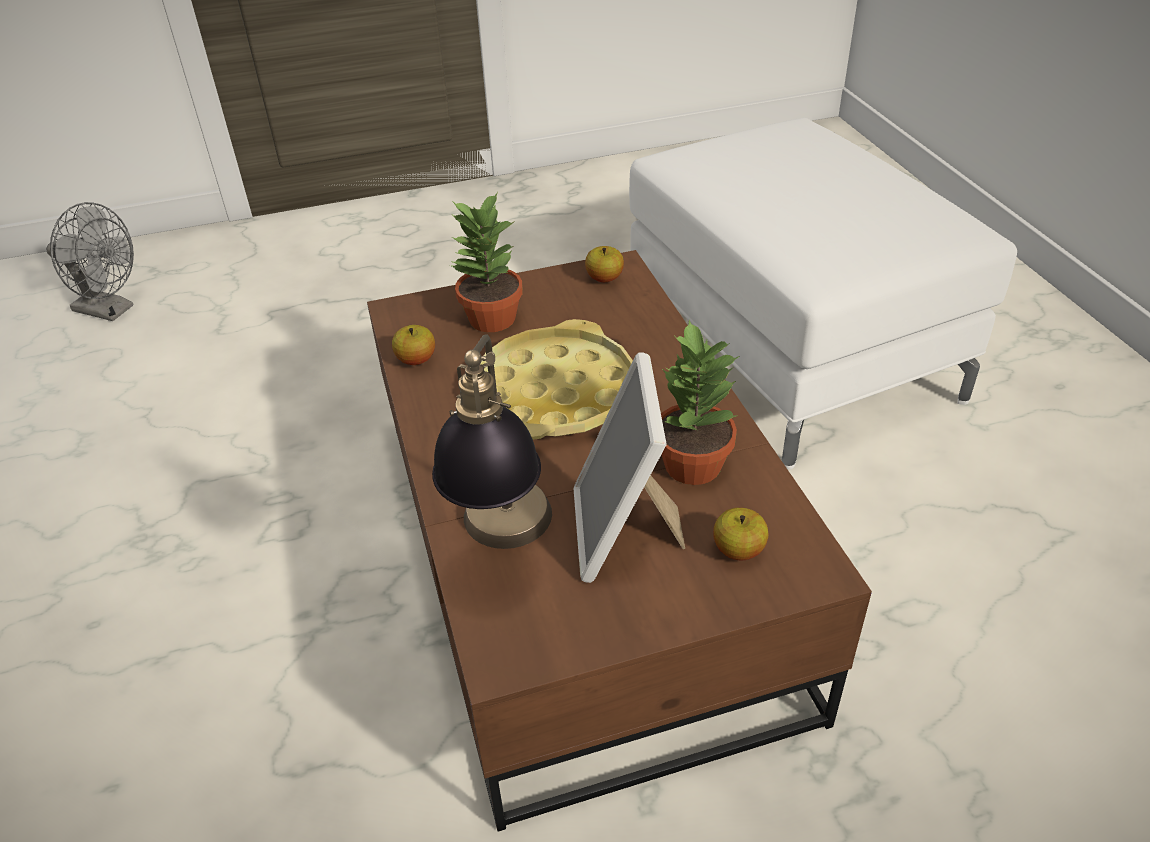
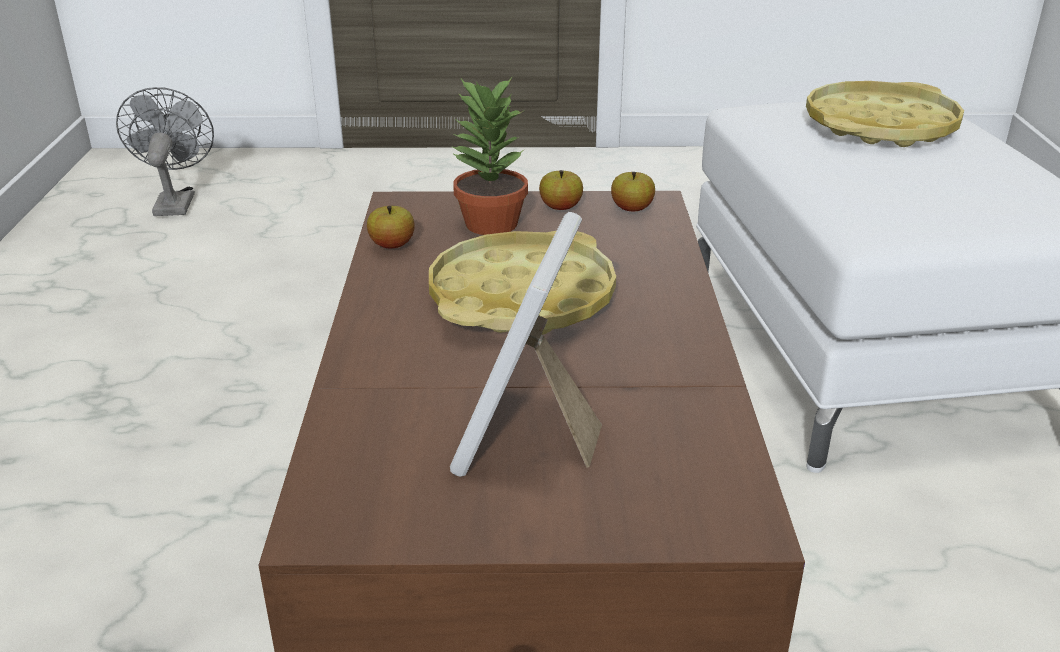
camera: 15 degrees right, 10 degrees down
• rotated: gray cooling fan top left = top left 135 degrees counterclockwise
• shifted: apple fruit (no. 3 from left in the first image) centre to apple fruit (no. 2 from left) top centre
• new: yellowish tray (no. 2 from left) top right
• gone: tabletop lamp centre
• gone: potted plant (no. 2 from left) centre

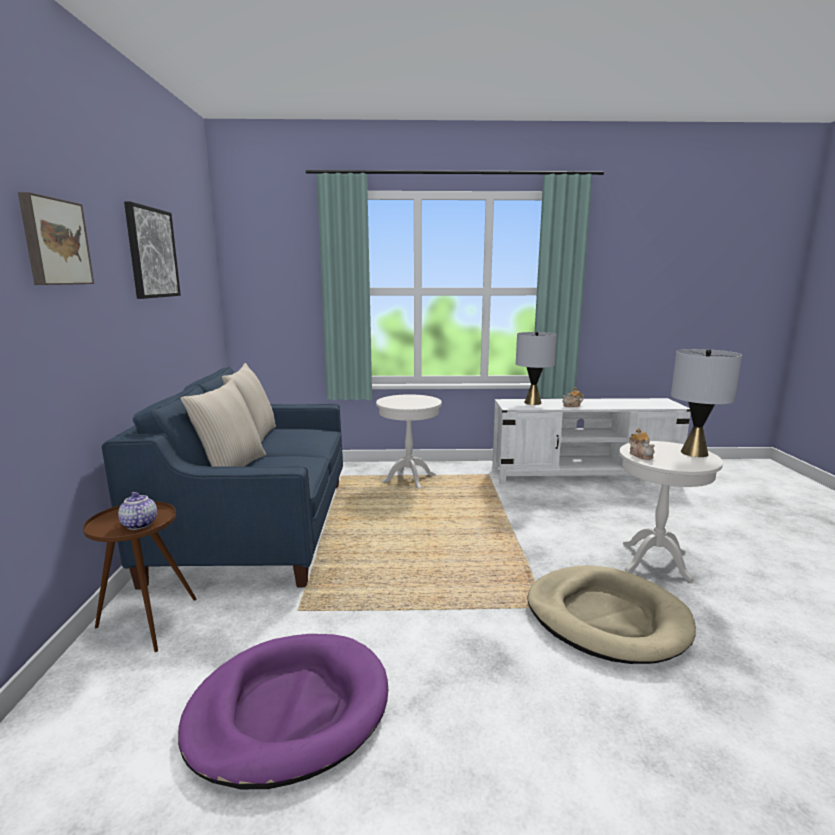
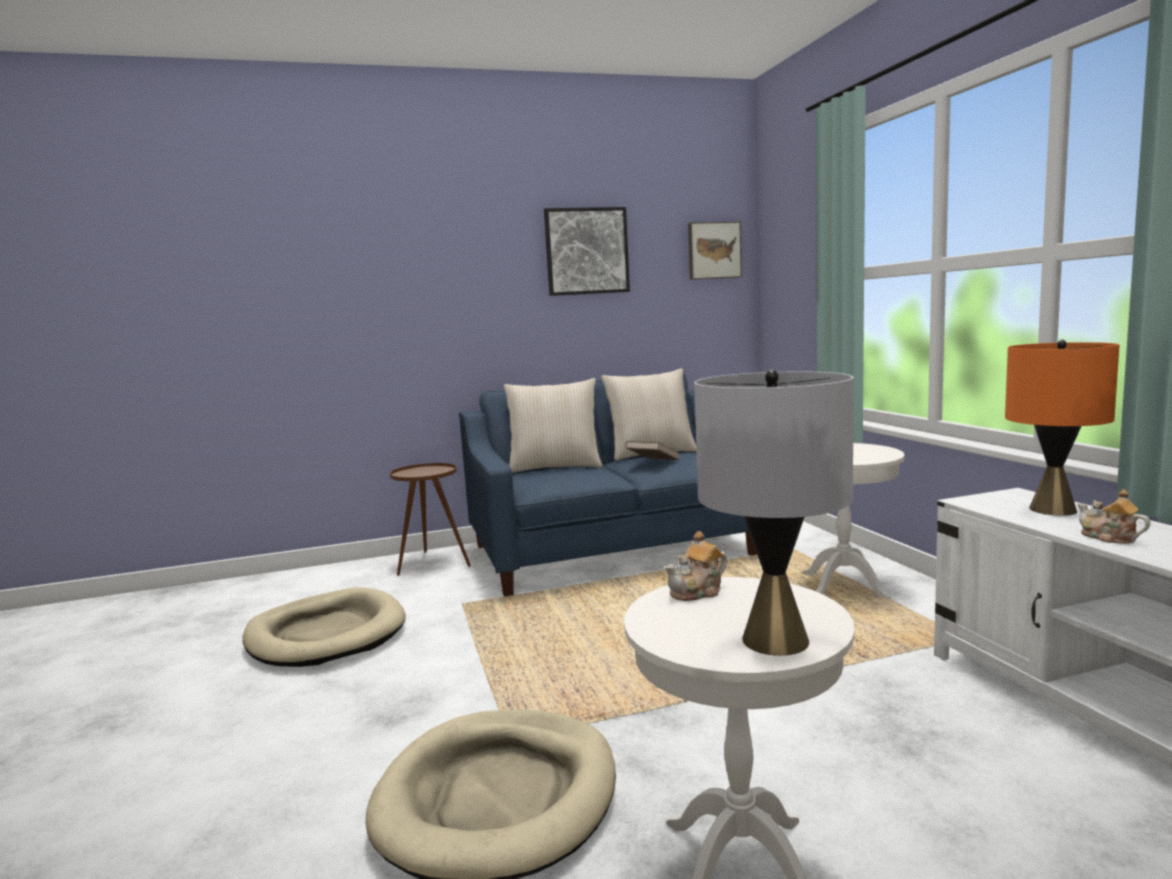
camera: 75 degrees right, 5 degrees down
• repainted: purple pet bed bottom centre to beige pet bed (no. 1 from left) bottom left
• new: brown-coloured volume centre
• shifted: wall art (no. 1 from left in the first image) top left to wall art (no. 2 from left) top centre
• repainted: gray tabletop lamp (no. 1 from left) centre to orange-coloured tabletop lamp middle right
• gone: tea pot (no. 1 from left) middle left

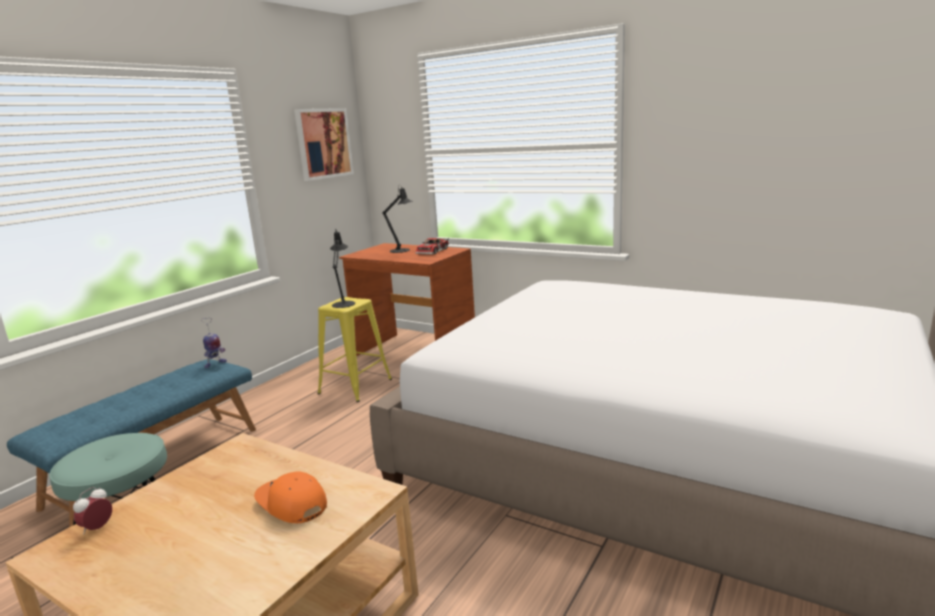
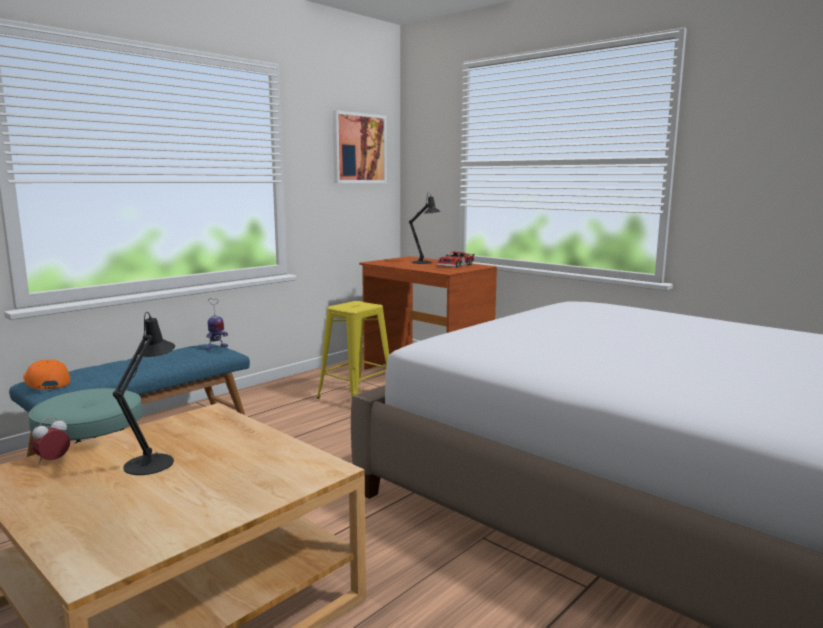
camera: 10 degrees right, 5 degrees down
• shifted: orange-coloured baseball cap bottom left to middle left
• shifted: black-coloured tabletop lamp (no. 1 from left) centre to middle left

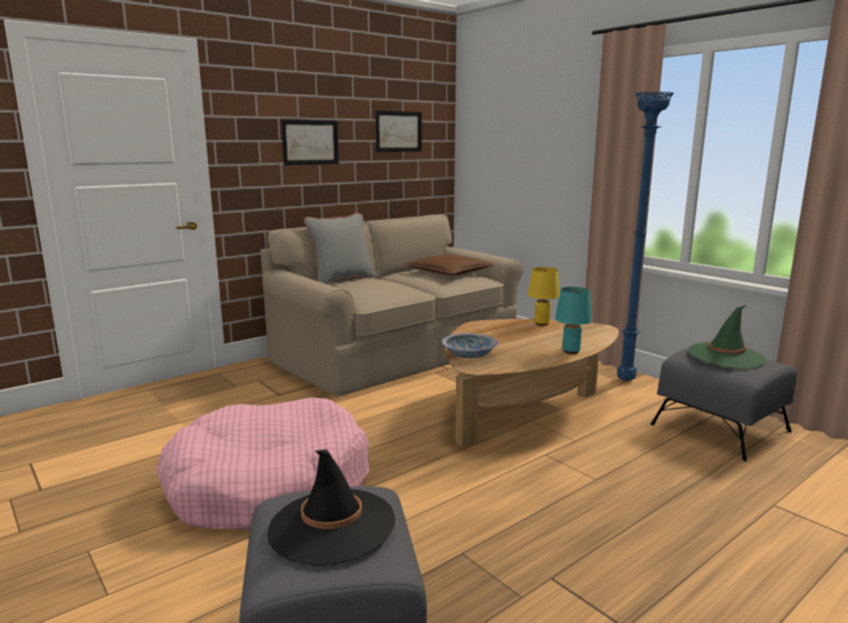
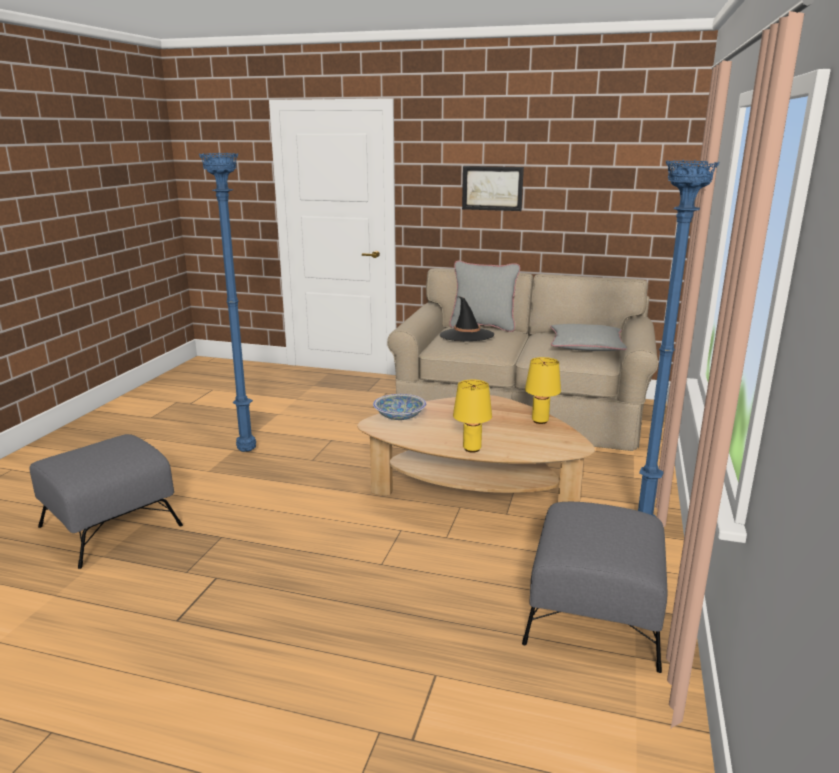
camera: 55 degrees right, 5 degrees up
• swapped: pink pet bed bottom left to blue-coloured floor lamp (no. 1 from left) middle left
• shifted: black-coloured hat bottom centre to centre
• repainted: turquoise-coloured tabletop lamp middle right to yellowish tabletop lamp (no. 1 from left) centre
• repainted: brown-coloured pillow centre to gray pillow (no. 2 from left) middle right
• gone: wall art (no. 2 from left) top centre
• gone: green hat middle right

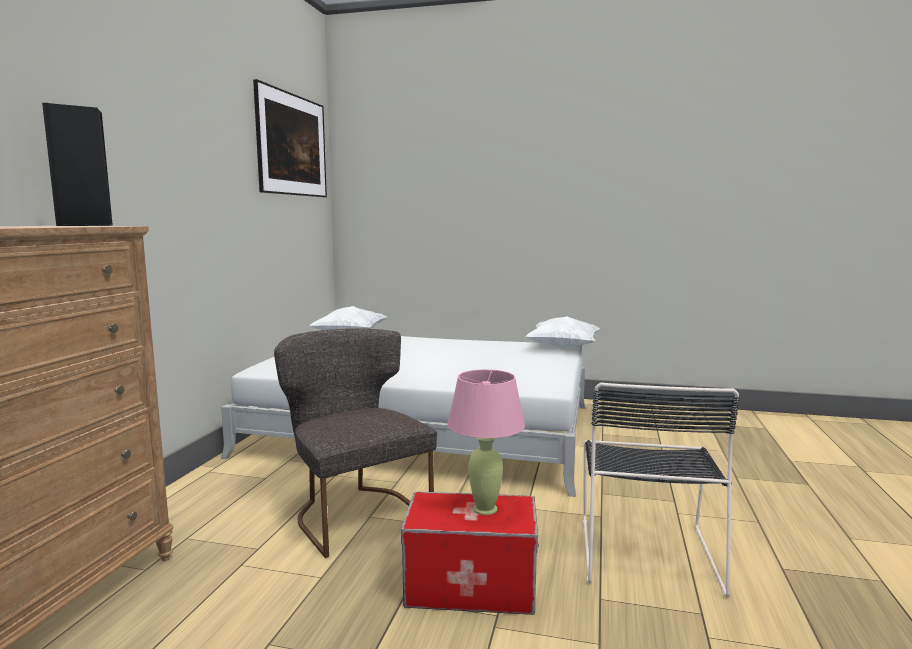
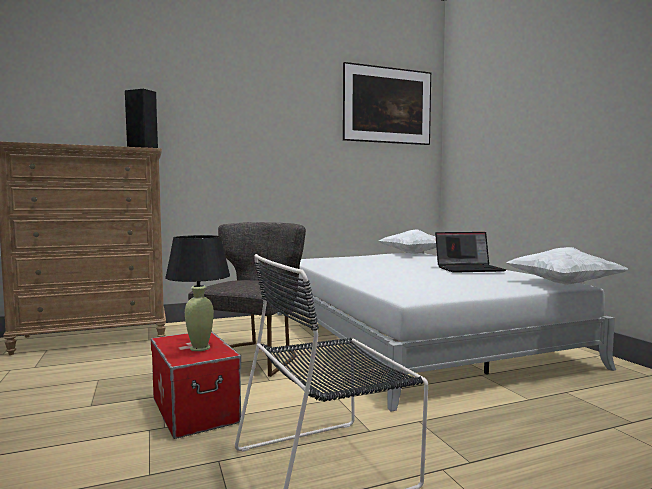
camera: 55 degrees right, 5 degrees down
• repainted: pink tabletop lamp bottom centre to black-coloured tabletop lamp middle left
• new: portable computer middle right

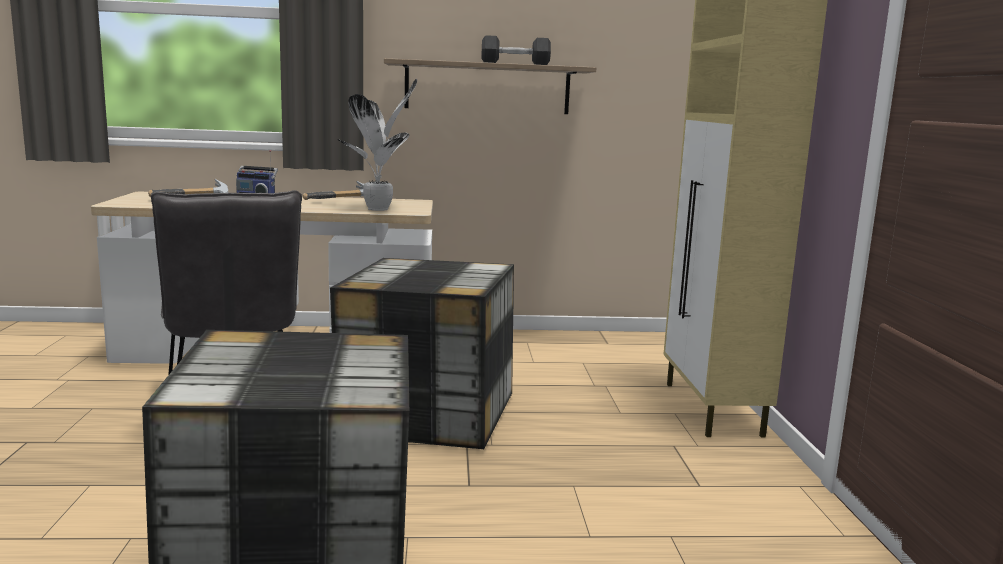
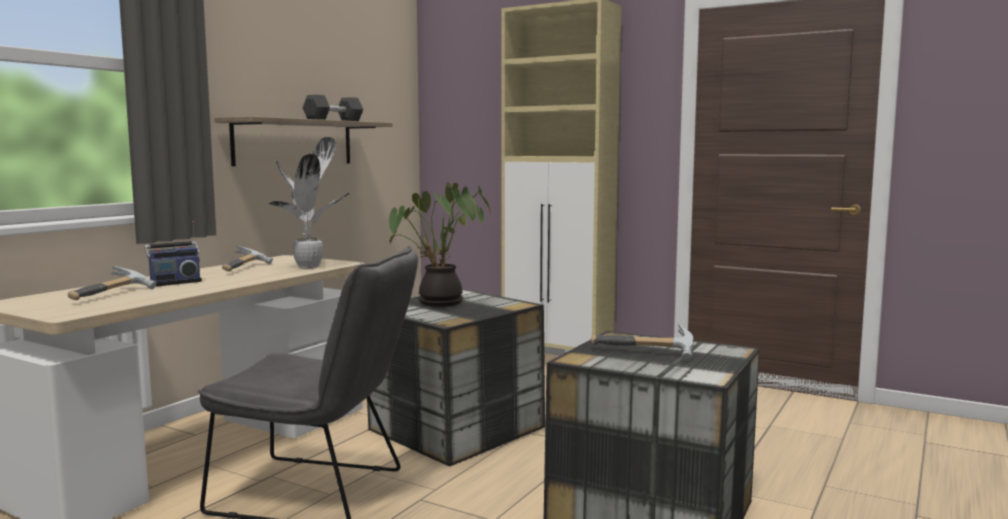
camera: 55 degrees left, 5 degrees down
• new: potted plant (no. 2 from left) centre
• new: tool hammer (no. 3 from left) centre

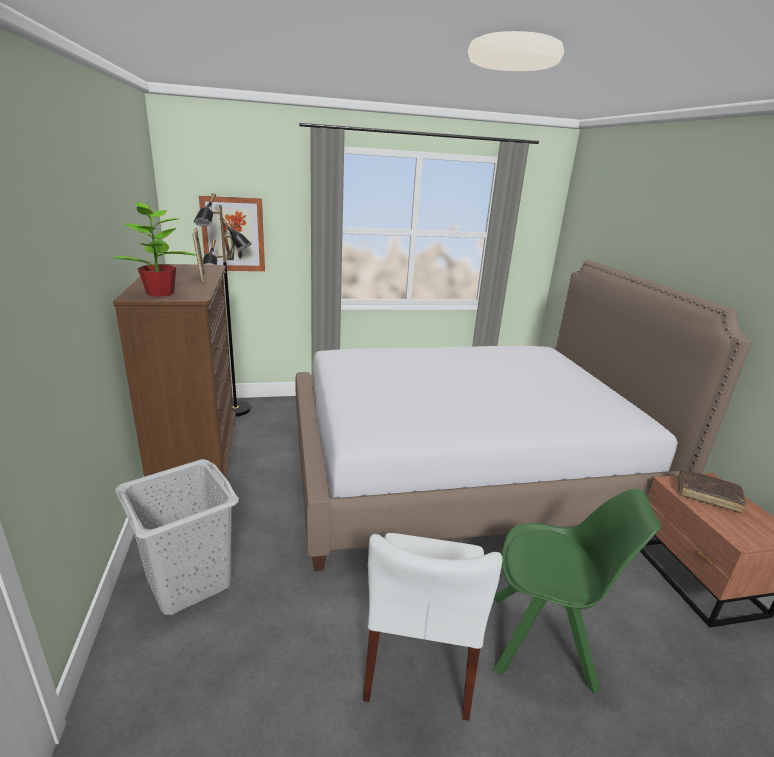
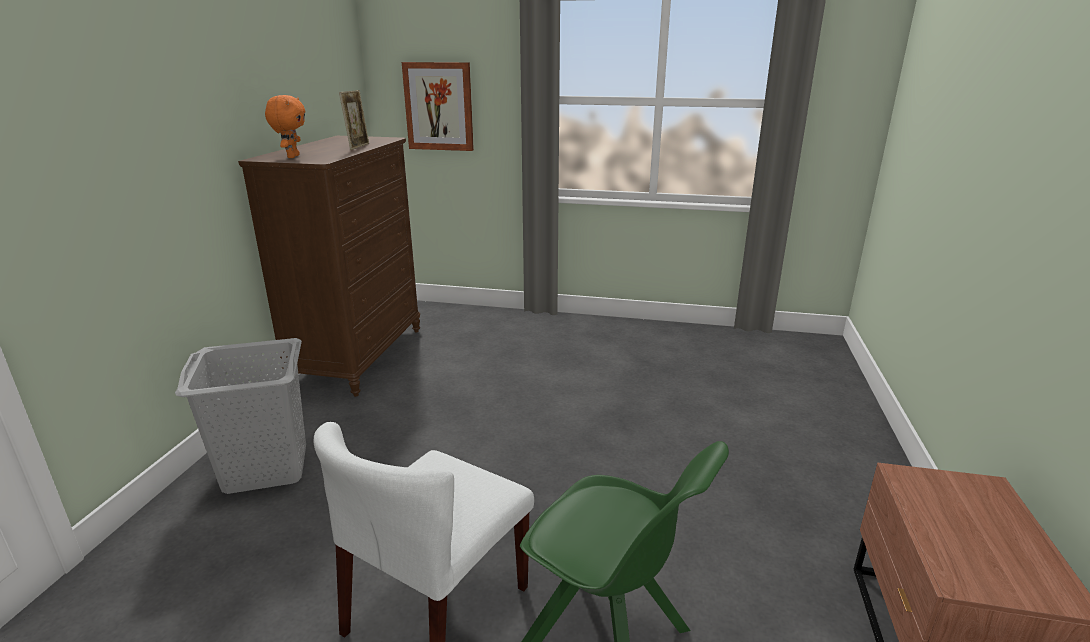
camera: 25 degrees right, 0 degrees up
• swapped: potted plant top left to orange-coloured soft toy top left
• gone: black-coloured floor lamp middle left
• gone: sleeping bed middle right
• gone: brown-coloured volume middle right

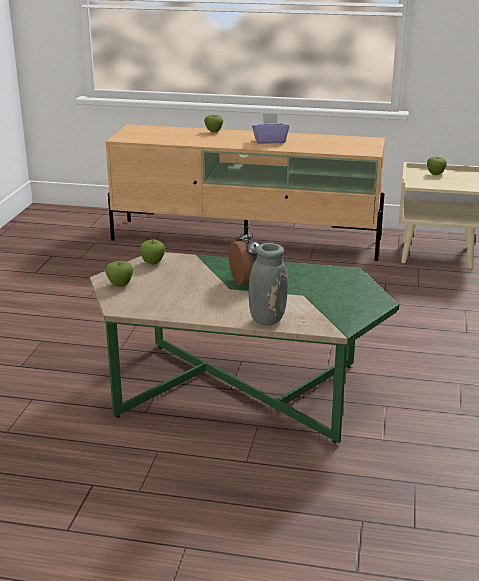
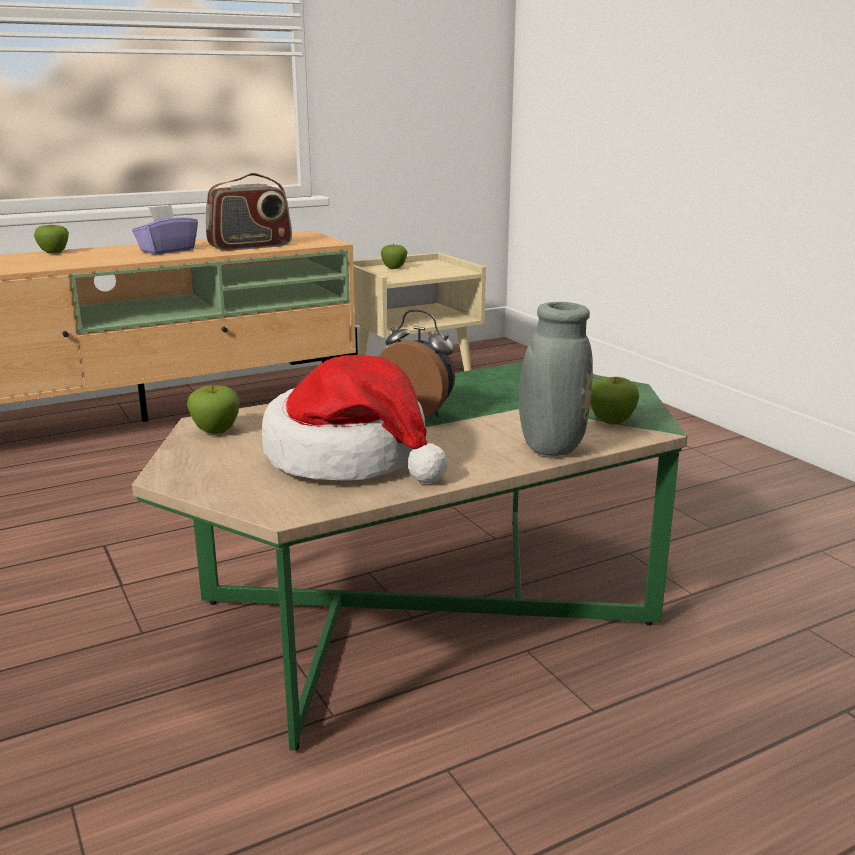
camera: 40 degrees left, 5 degrees down
• new: radio top left
• new: hat centre
• shifted: apple fruit (no. 1 from left in the first image) middle left to apple fruit (no. 4 from left) middle right

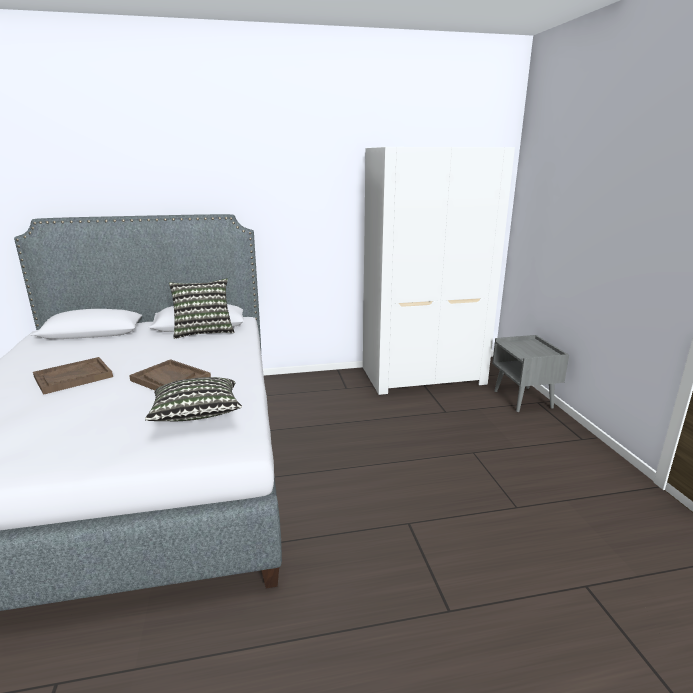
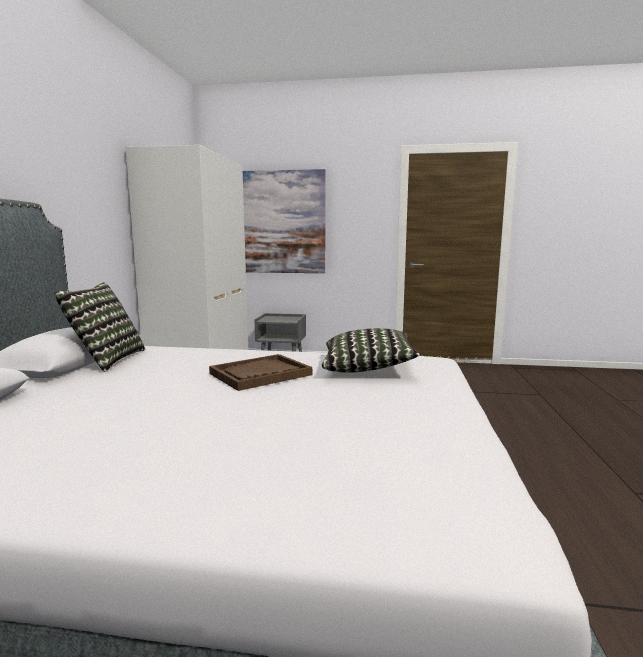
camera: 70 degrees left, 10 degrees down
• new: wall art centre
• gone: brown-coloured tray (no. 1 from left) middle left

